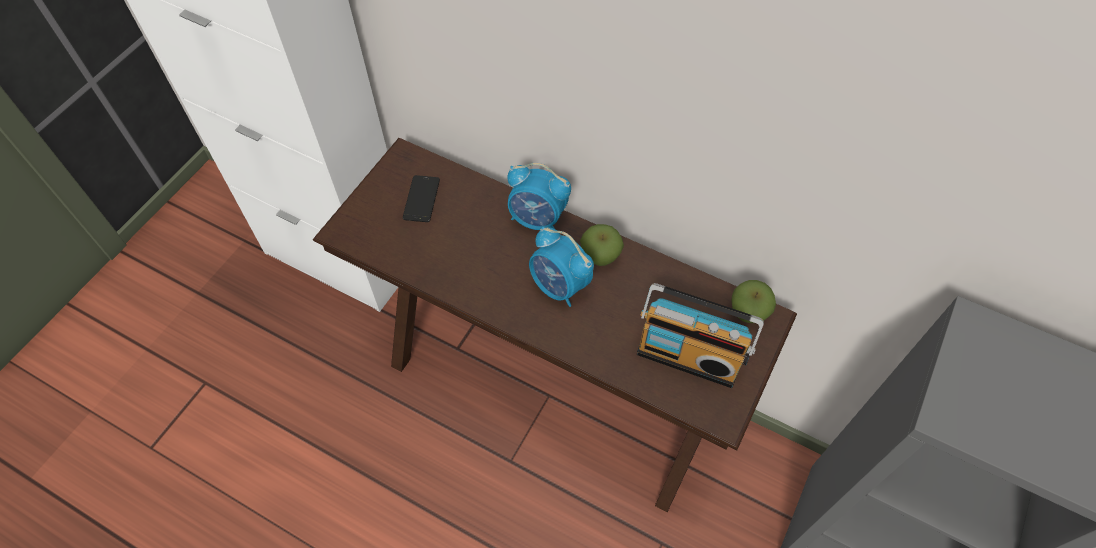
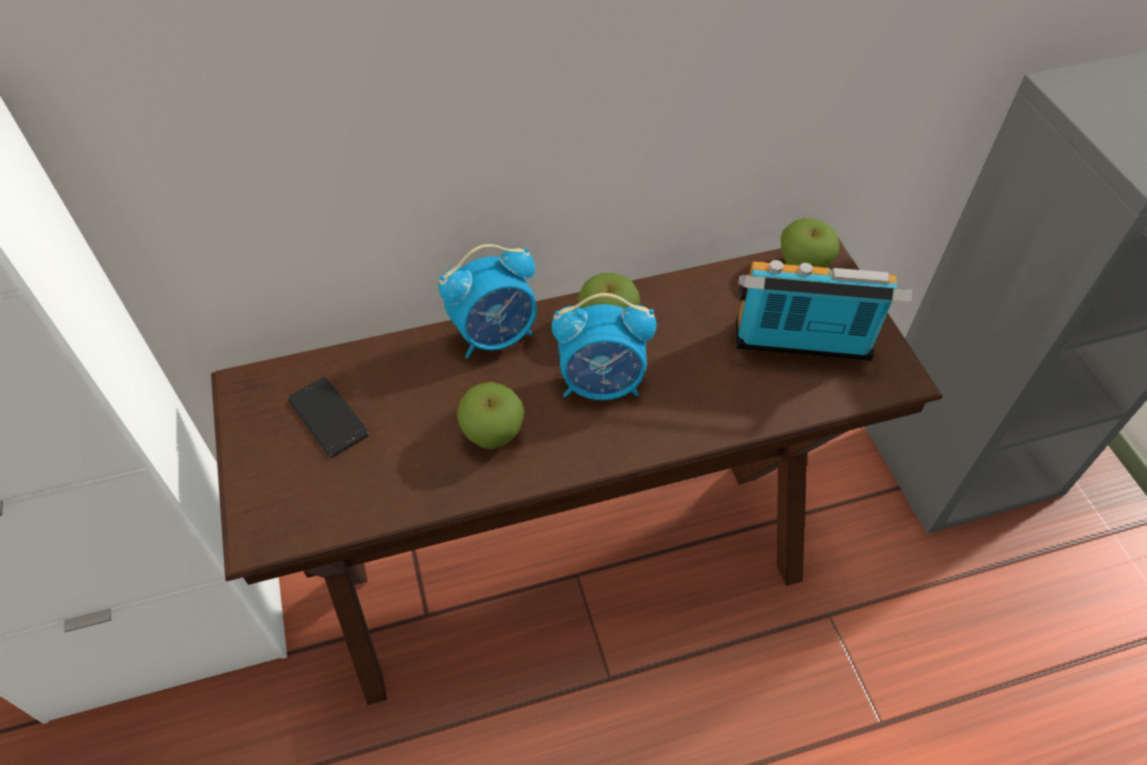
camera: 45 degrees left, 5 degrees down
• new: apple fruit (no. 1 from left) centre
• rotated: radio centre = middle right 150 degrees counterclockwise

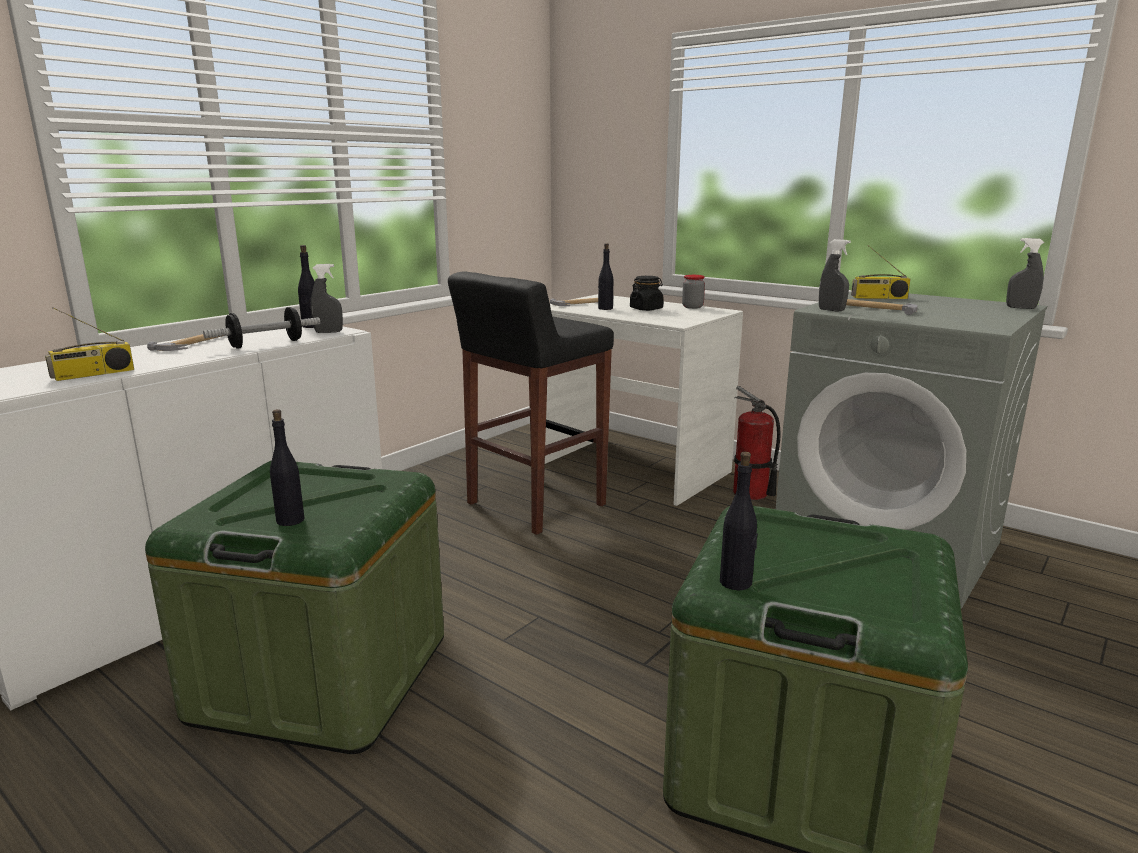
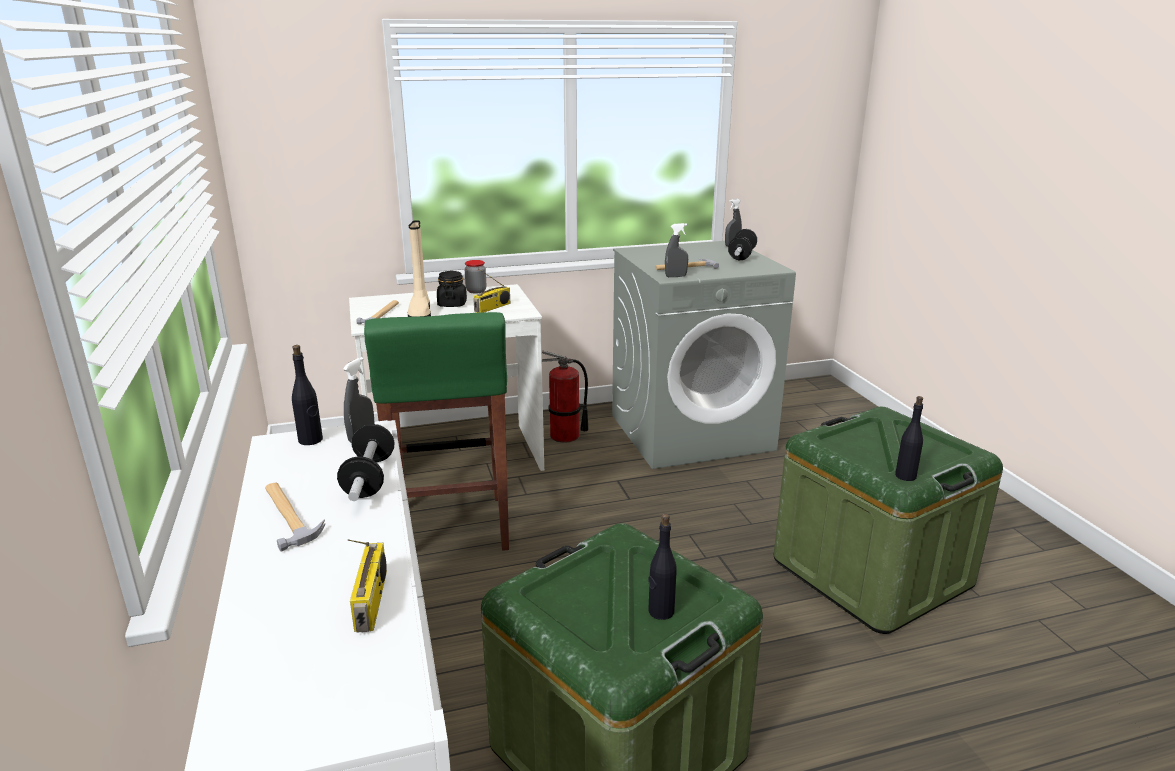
camera: 55 degrees left, 5 degrees up
• repainted: black-coloured sitting stool centre to green sitting stool centre
• swapped: black-coloured beverage bottle (no. 3 from left) top centre to beige tall boot centre
• shifted: radio (no. 2 from left) top right to centre
• new: free weight (no. 2 from left) top centre

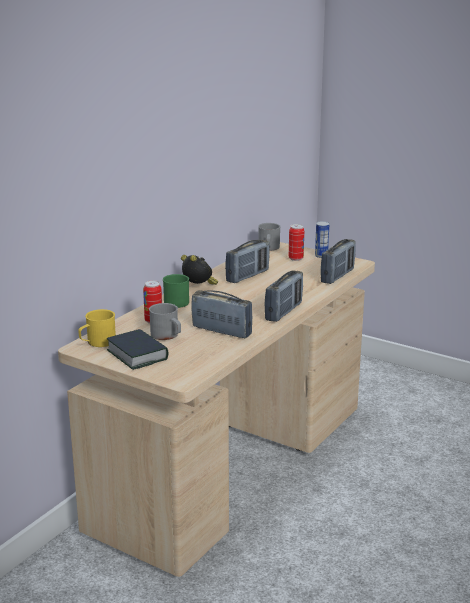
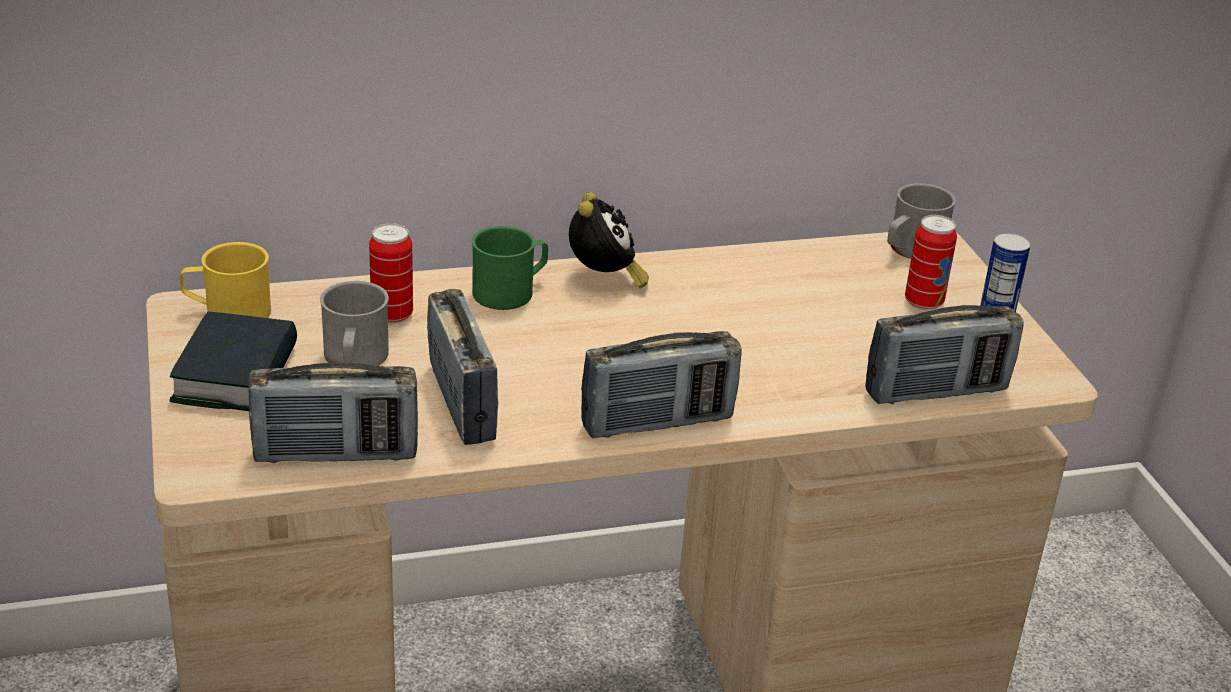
camera: 40 degrees right, 10 degrees up
• shifted: radio (no. 2 from left in the first image) centre to radio (no. 1 from left) middle left

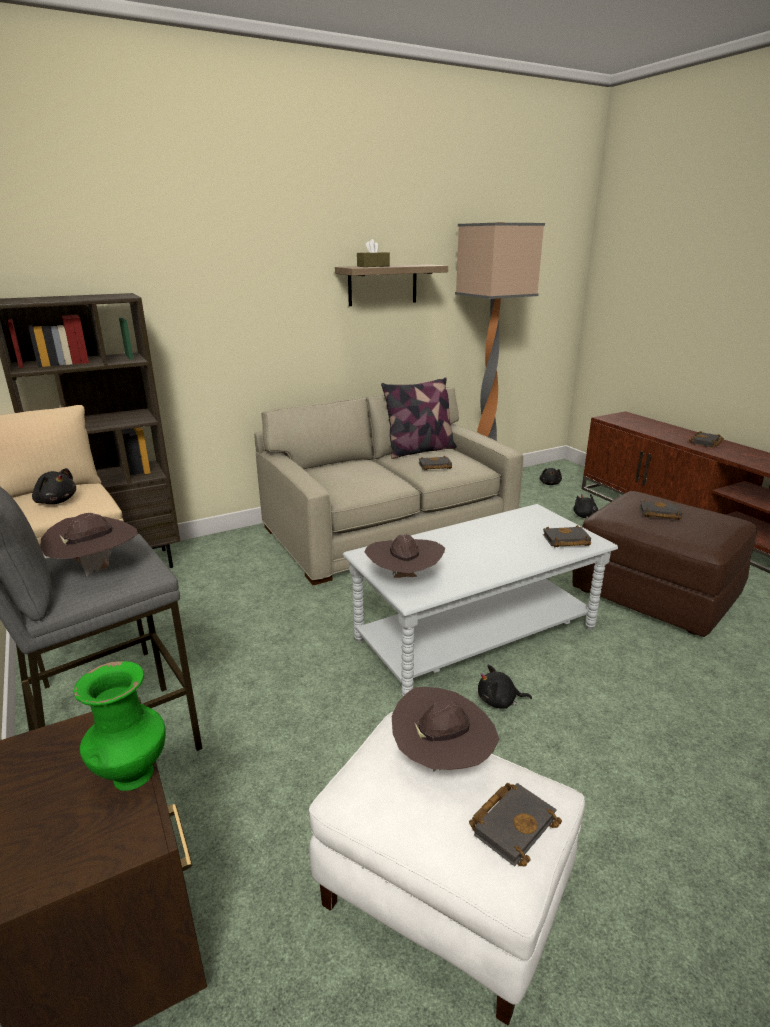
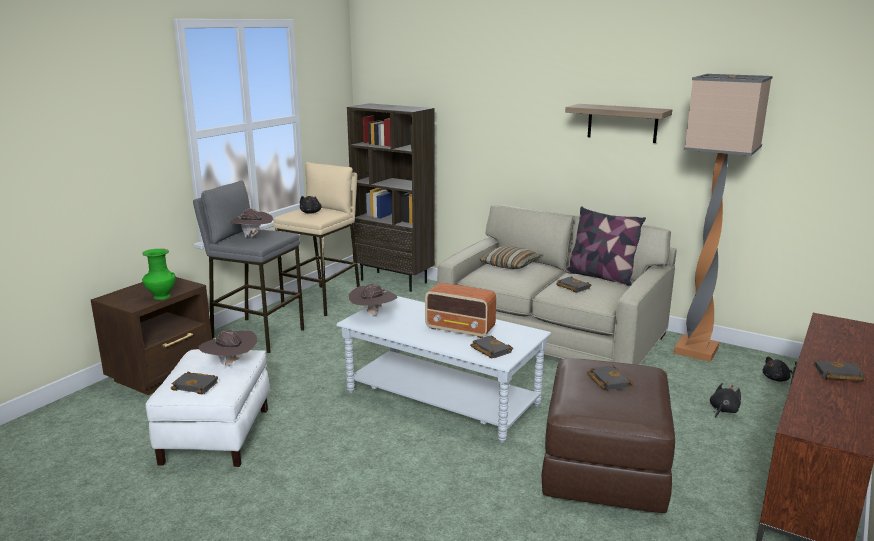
camera: 60 degrees right, 5 degrees down
• new: radio centre
• new: pillow (no. 1 from left) centre
• gone: brown-coloured box of tissues top centre
• gone: black-coloured soft toy (no. 2 from left) bottom centre

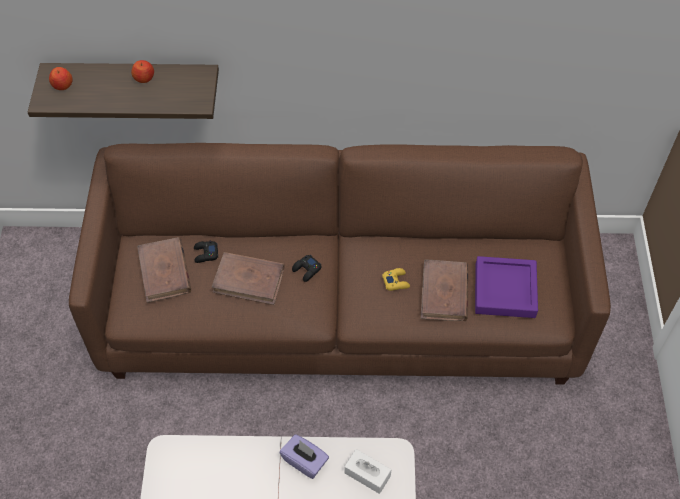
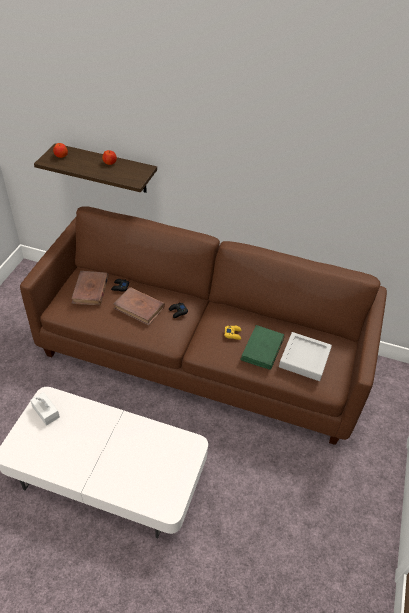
camera: 15 degrees right, 10 degrees down
• shifted: white box of tissues bottom centre to bottom left
• repainted: brown-coloured volume (no. 3 from left) centre to green volume centre
• repainted: purple tray middle right to gray tray middle right
• gone: purple box of tissues bottom centre

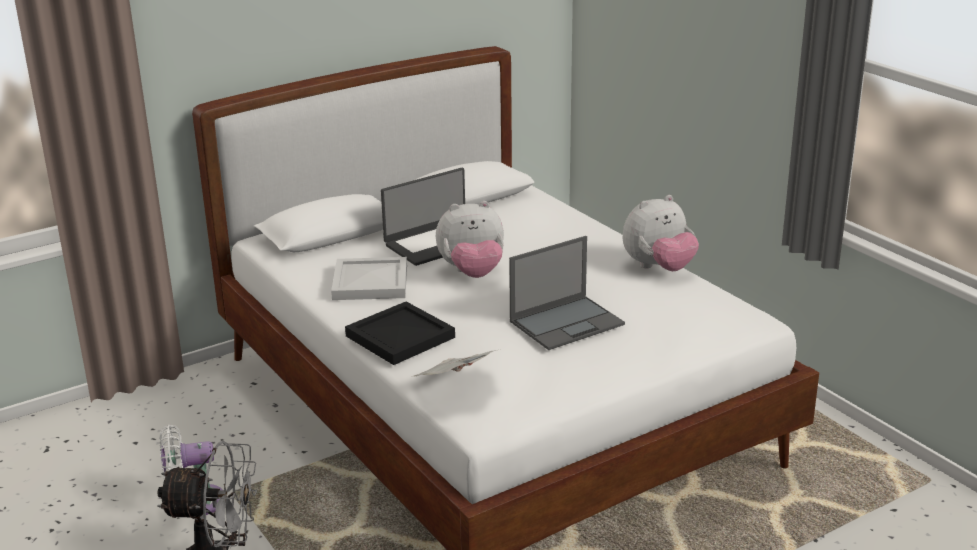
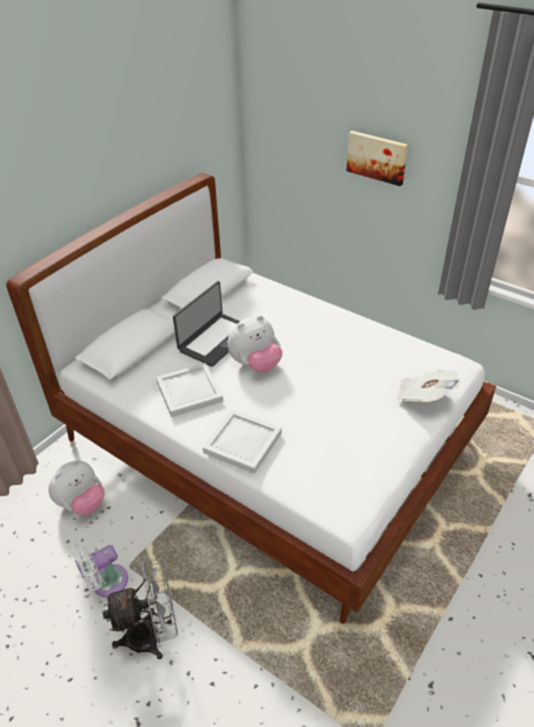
camera: 20 degrees left, 15 degrees up
• shifted: soft toy (no. 2 from left in the first image) middle right to soft toy (no. 1 from left) bottom left
• repainted: black-coloured tray centre to white tray (no. 2 from left) centre
• new: wall art top right
• shifted: printed paper centre to middle right
• gone: portable computer (no. 2 from left) centre

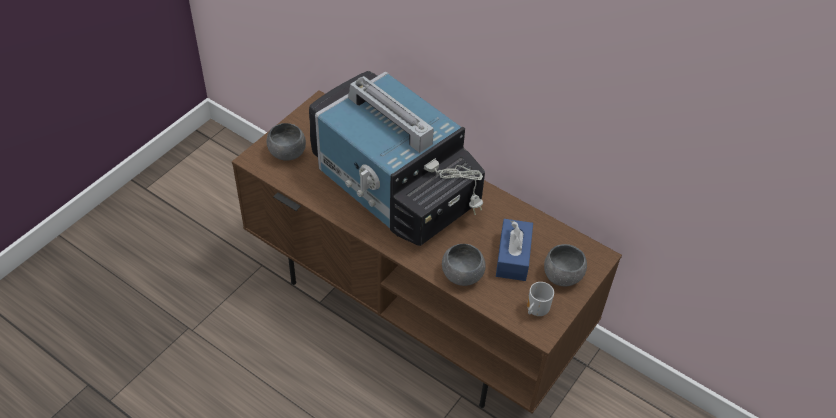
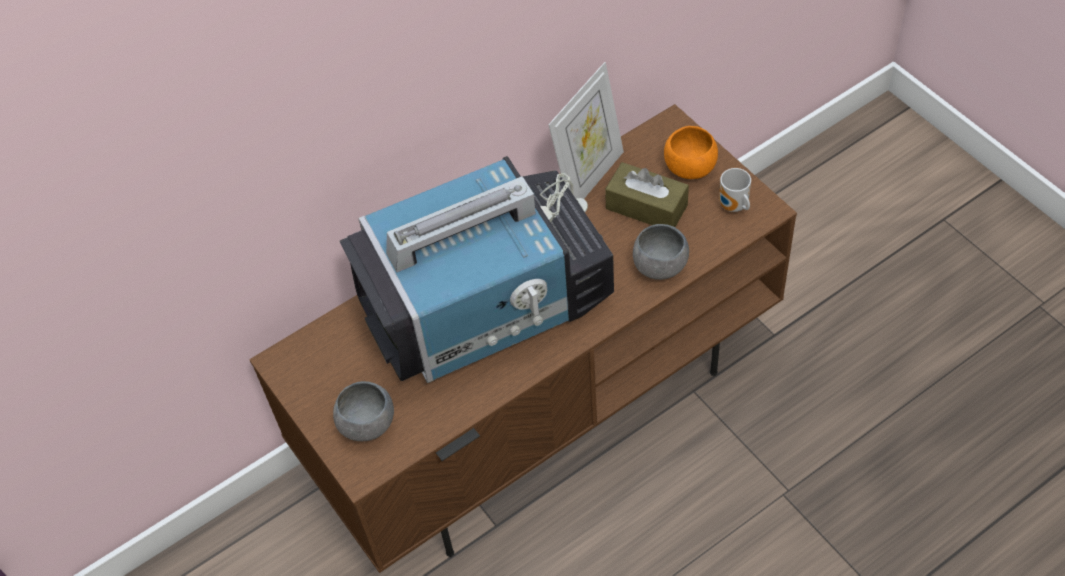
camera: 65 degrees left, 5 degrees up
• new: photo frame top centre
• repainted: blue-coloured box of tissues centre to brown-coloured box of tissues centre
• repainted: gray deep dish (no. 3 from left) middle right to orange-coloured deep dish top centre

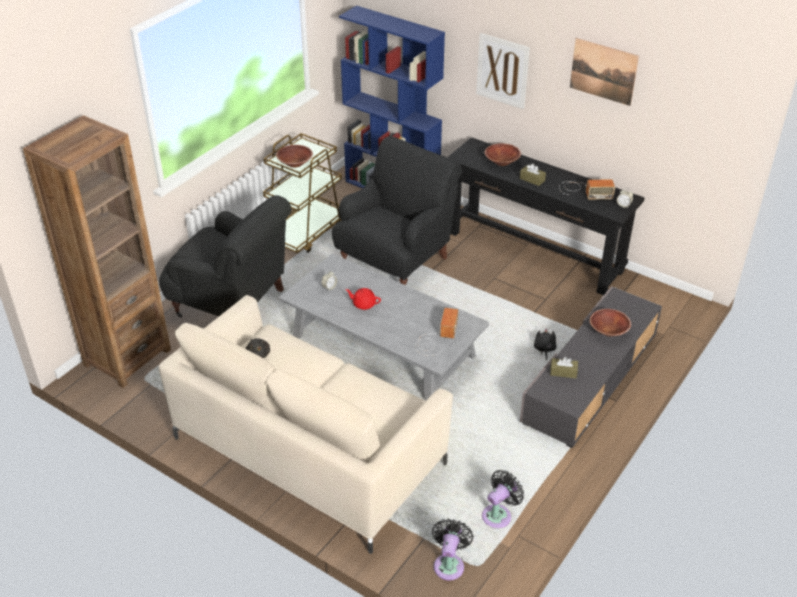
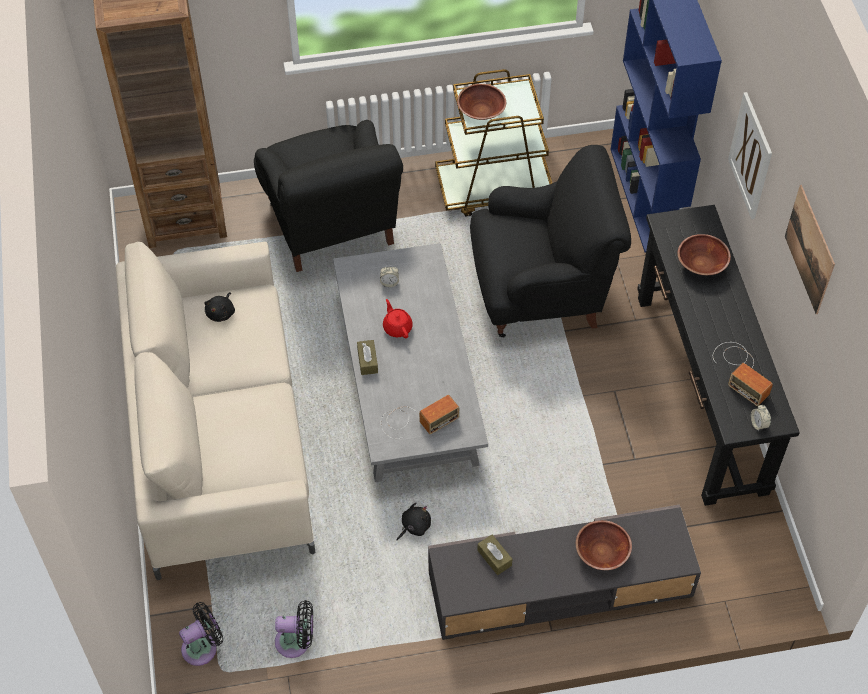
camera: 45 degrees right, 15 degrees up
• shifted: brown-coloured box of tissues (no. 1 from left) top right to centre
• shifted: black-coloured soft toy (no. 2 from left) middle right to bottom centre

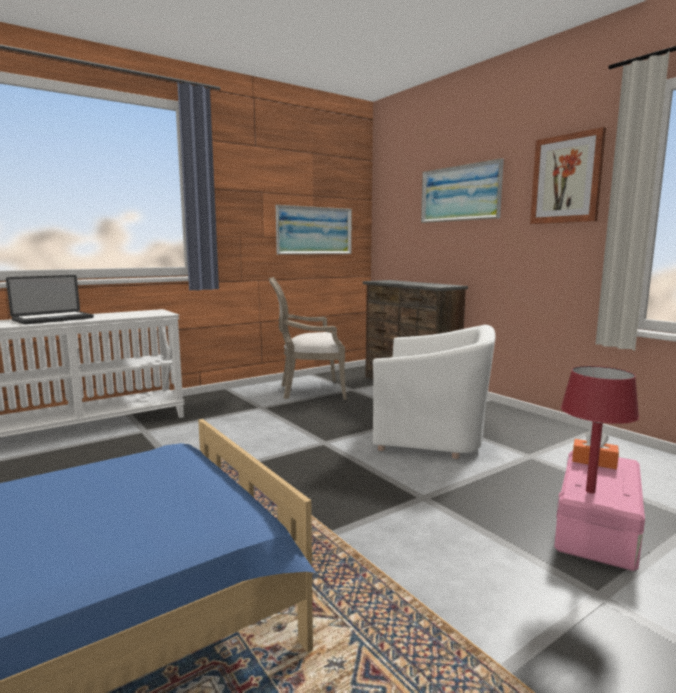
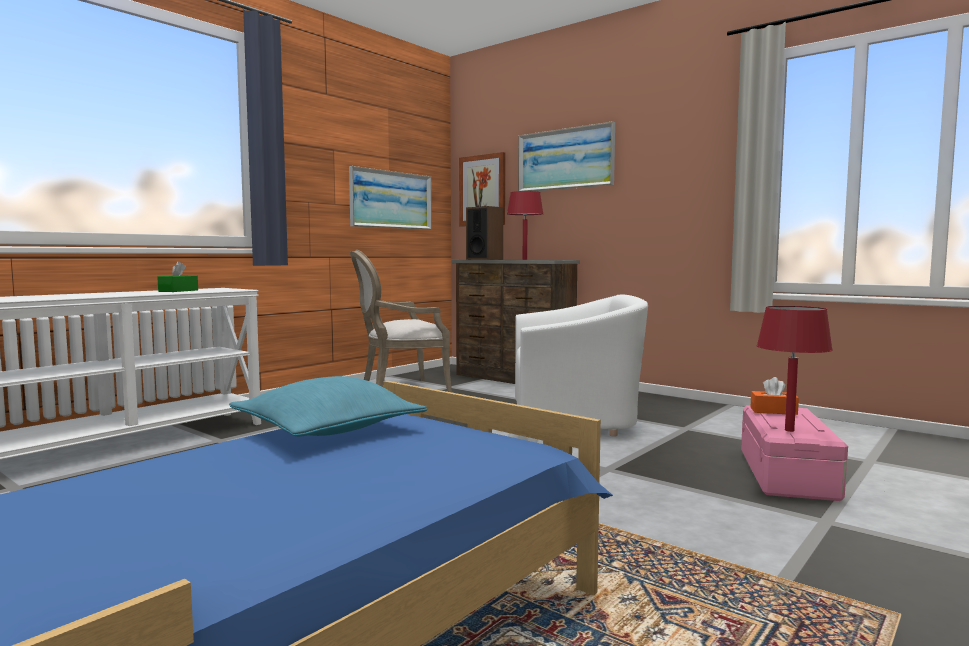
camera: 15 degrees left, 5 degrees down
• new: green box of tissues middle left
• new: turquoise-coloured pillow centre
• shifted: wall art (no. 3 from left in the first image) top right to wall art (no. 2 from left) top centre
• new: loudspeaker centre
• new: reddish tabletop lamp (no. 1 from left) centre
• gone: portable computer middle left

